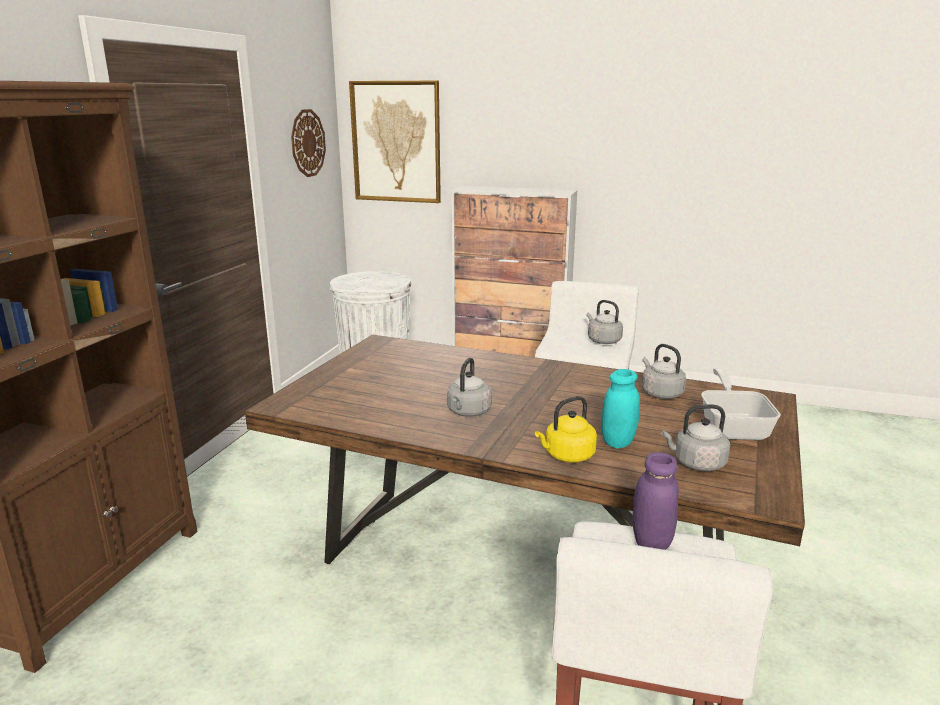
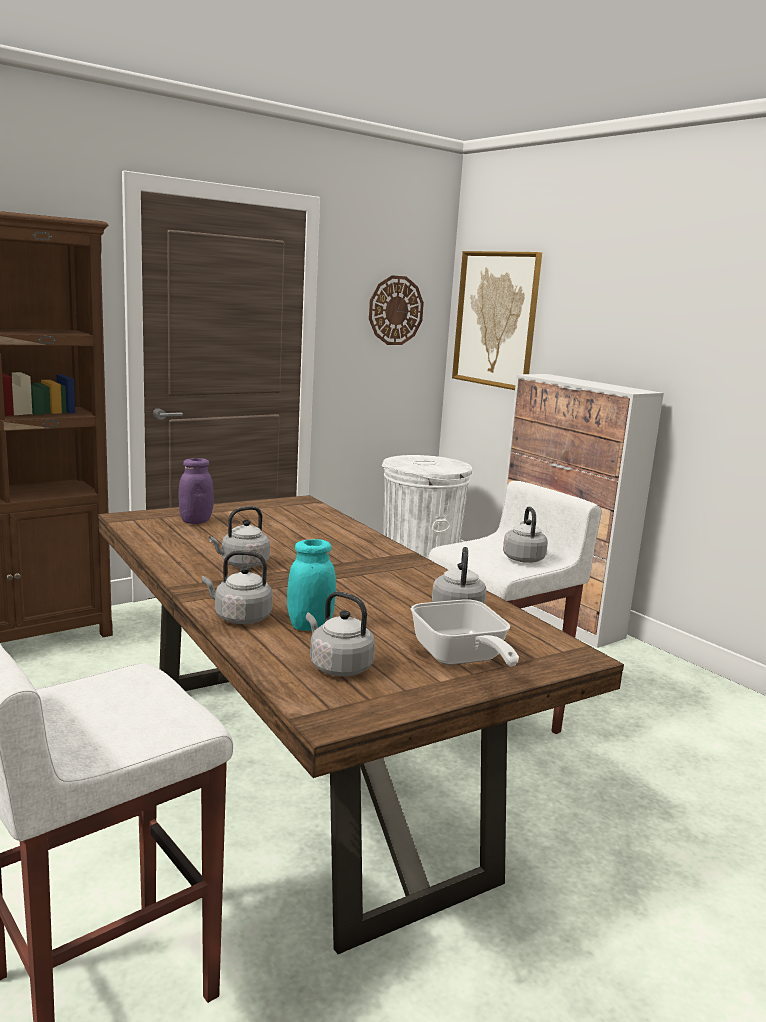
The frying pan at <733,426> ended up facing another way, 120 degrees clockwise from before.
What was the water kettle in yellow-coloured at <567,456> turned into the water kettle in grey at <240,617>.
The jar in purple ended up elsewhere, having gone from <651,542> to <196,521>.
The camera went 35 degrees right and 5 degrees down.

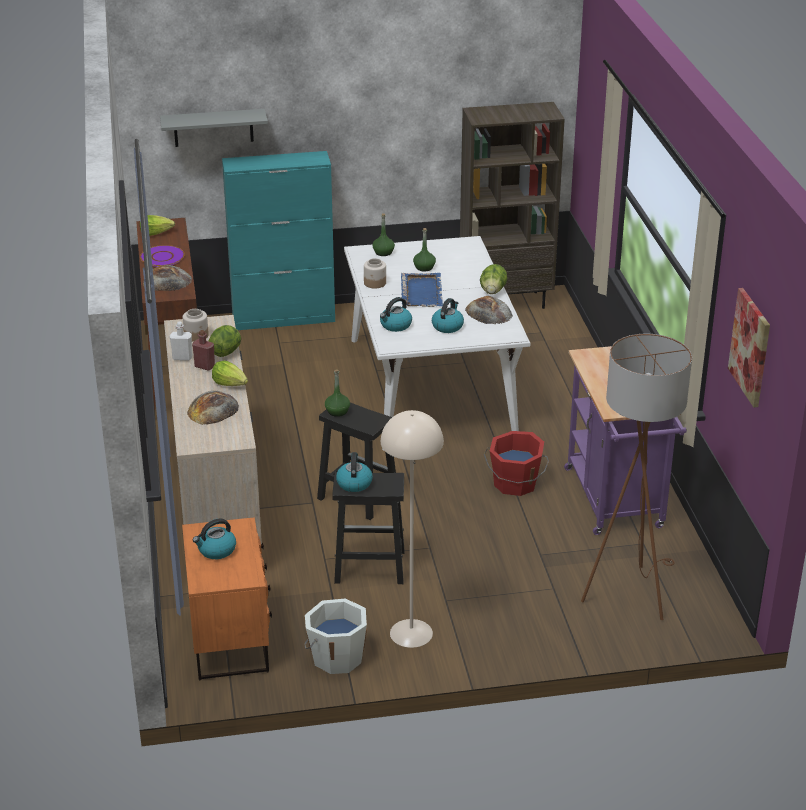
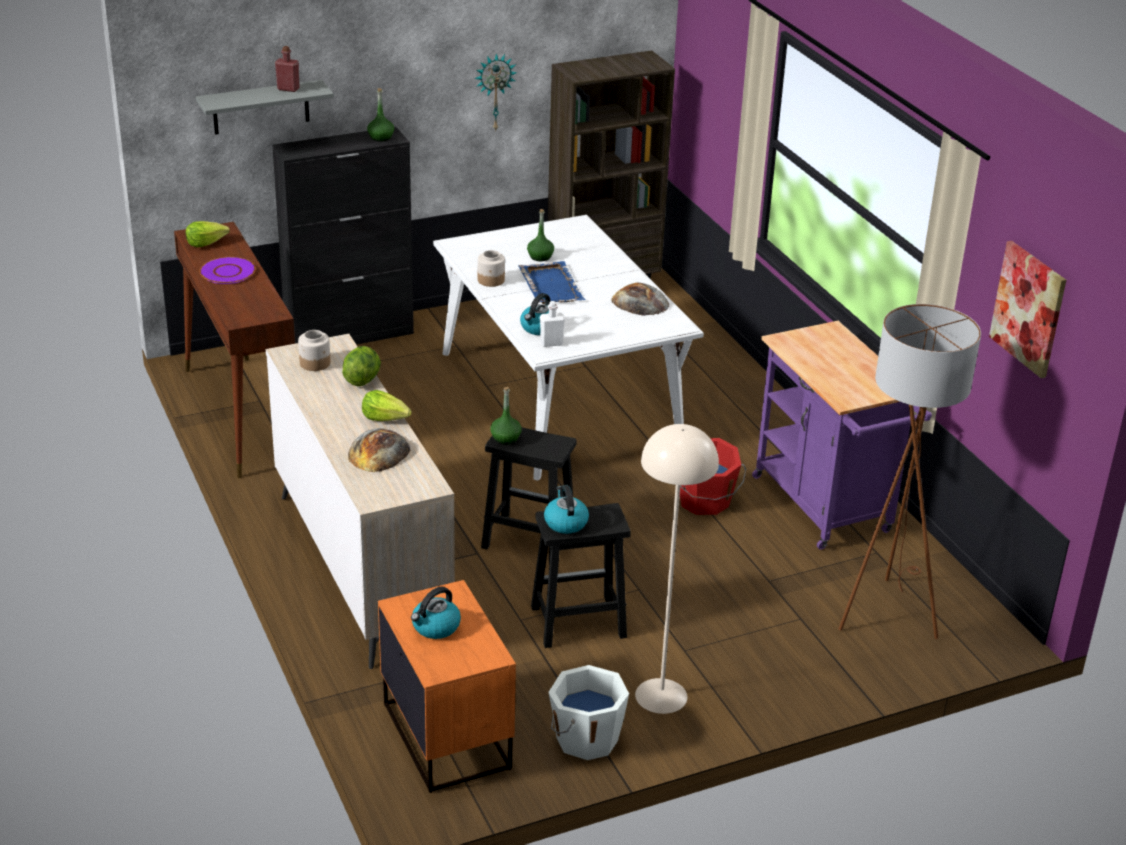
What was the cupboard in blue-green at <284,318> turned into the cupboard in blackish at <350,335>.
The drink bottle in green ended up elsewhere, having gone from <383,252> to <381,137>.
The second view lost the lettuce head at <493,291>.
The second view lost the baked bread at <167,281>.
The second view lost the water kettle at <447,326>.
The drink bottle in white ended up elsewhere, having gone from <182,357> to <551,343>.
The drink bottle in red ended up elsewhere, having gone from <204,366> to <288,89>.
The second view gained the hanging clock at <494,91>.
The camera went 15 degrees left and 0 degrees up.

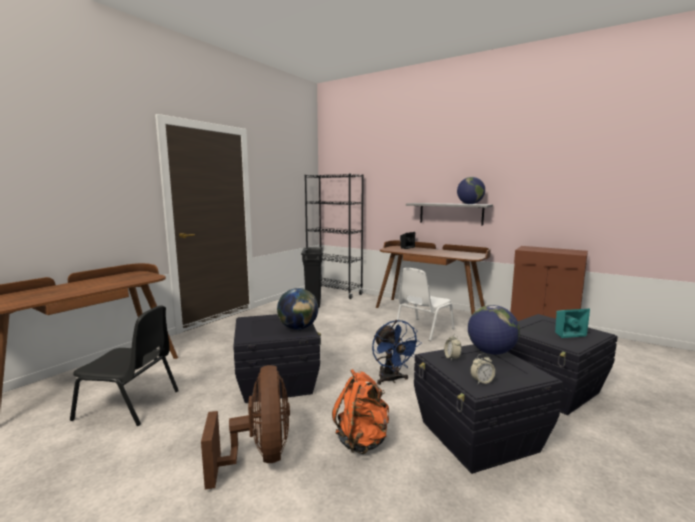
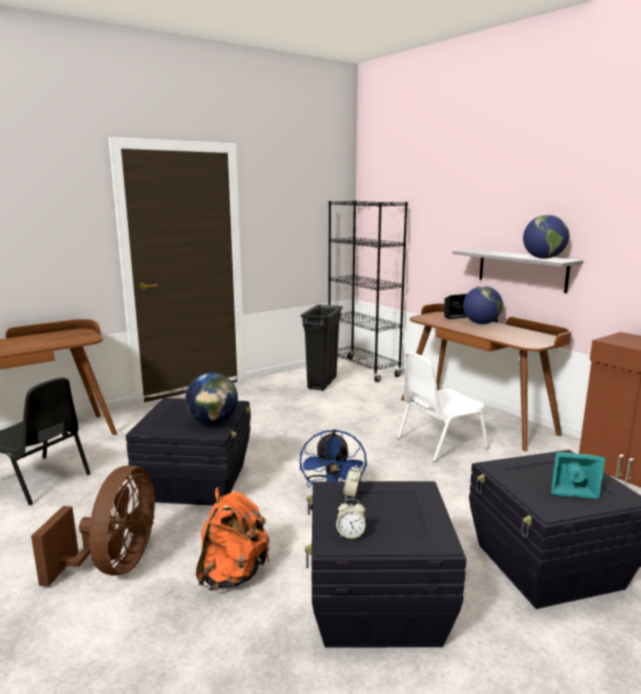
The desk globe ended up elsewhere, having gone from <491,352> to <481,323>.
The camera went 20 degrees right and 5 degrees up.

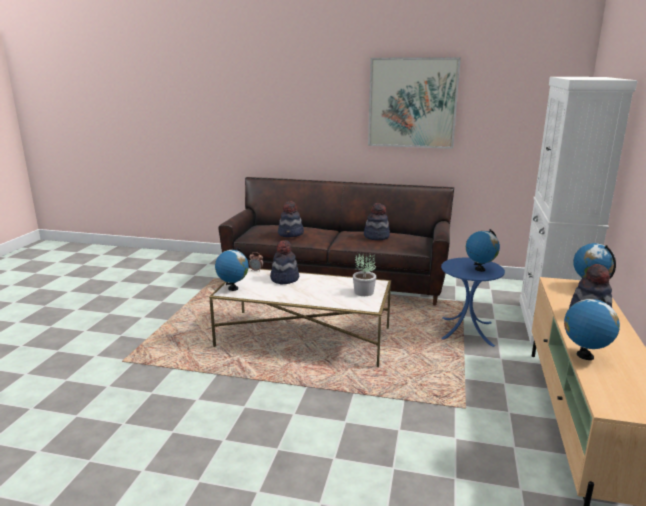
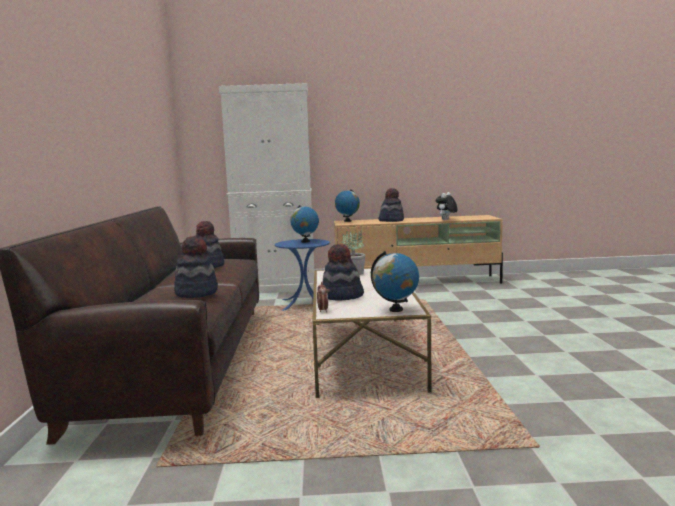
The second view lost the picture at <412,103>.
Where the desk globe stood at <584,356>, the cuddly toy came to stand at <446,220>.
The camera went 105 degrees left and 10 degrees down.

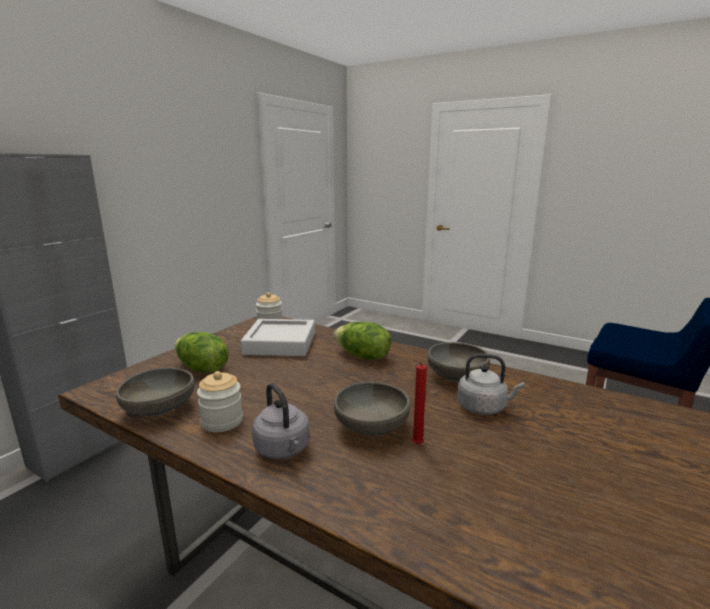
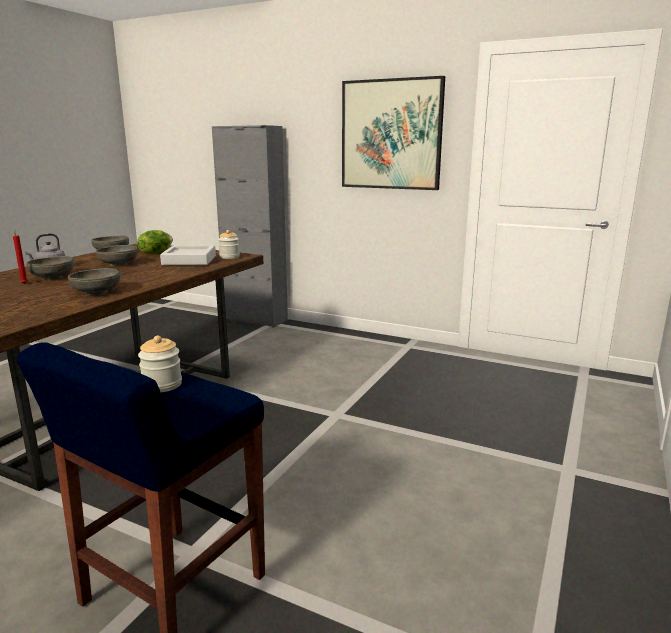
The second view lost the lettuce head at <362,356>.
The second view lost the water kettle in grey at <484,407>.
The jar ended up elsewhere, having gone from <222,421> to <162,385>.
The second view gained the picture at <391,135>.
The second view gained the serving bowl in grey at <118,264>.
The camera went 85 degrees right and 0 degrees up.

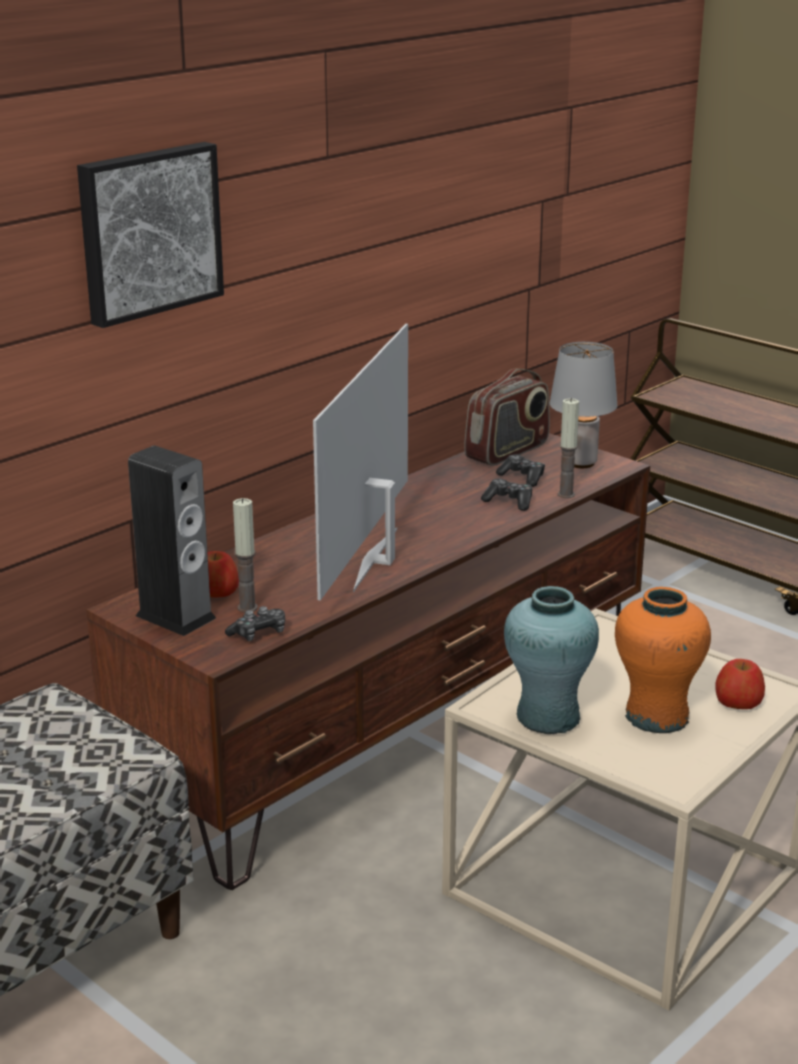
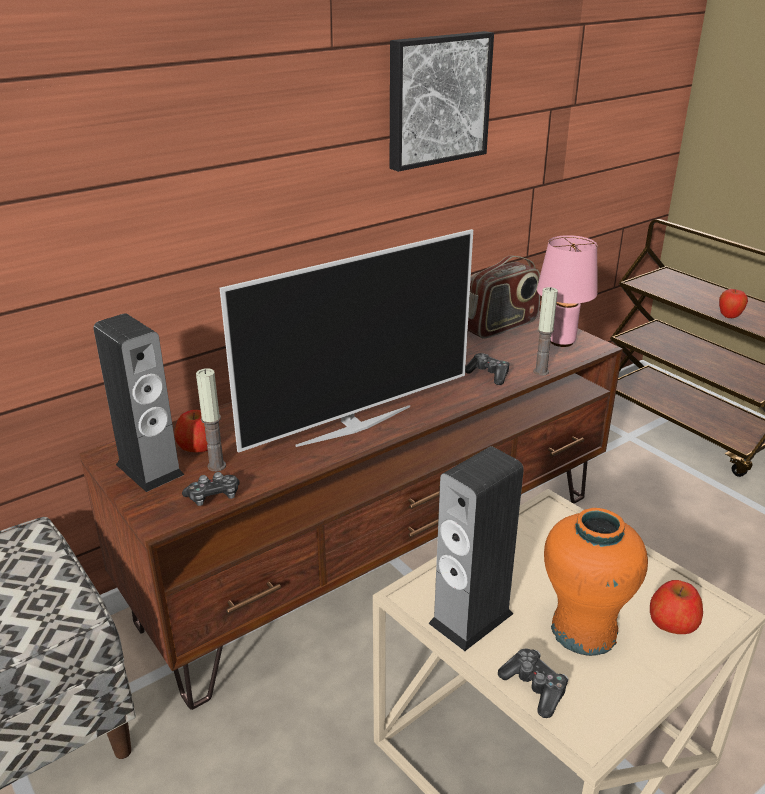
The picture ended up elsewhere, having gone from <148,231> to <436,99>.
The TV set at <378,560> ended up facing another way, 150 degrees counterclockwise from before.
What was the lamp for a table in grey at <581,463> turned into the lamp for a table in pink at <561,342>.
The joypad ended up elsewhere, having gone from <522,477> to <534,688>.
Where the vase in blue-green stood at <548,717>, the loudspeaker came to stand at <471,618>.
The second view gained the apple at <729,317>.
The camera went 10 degrees right and 5 degrees up.

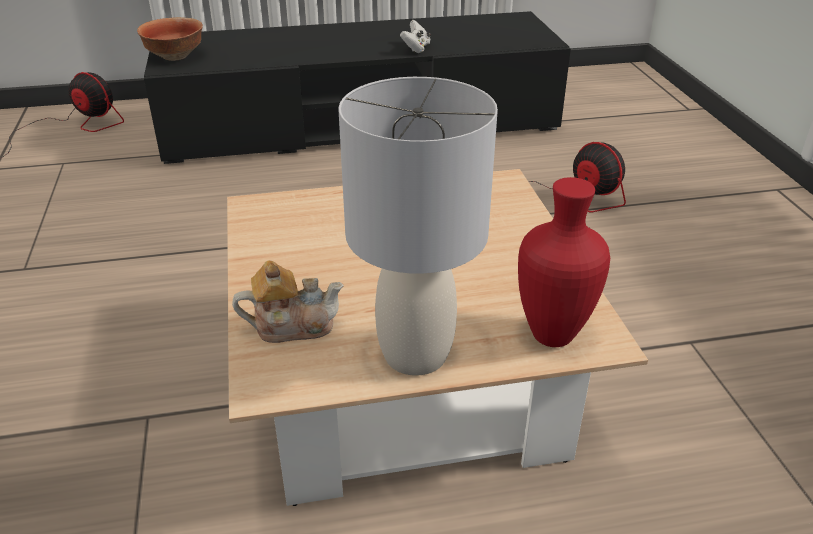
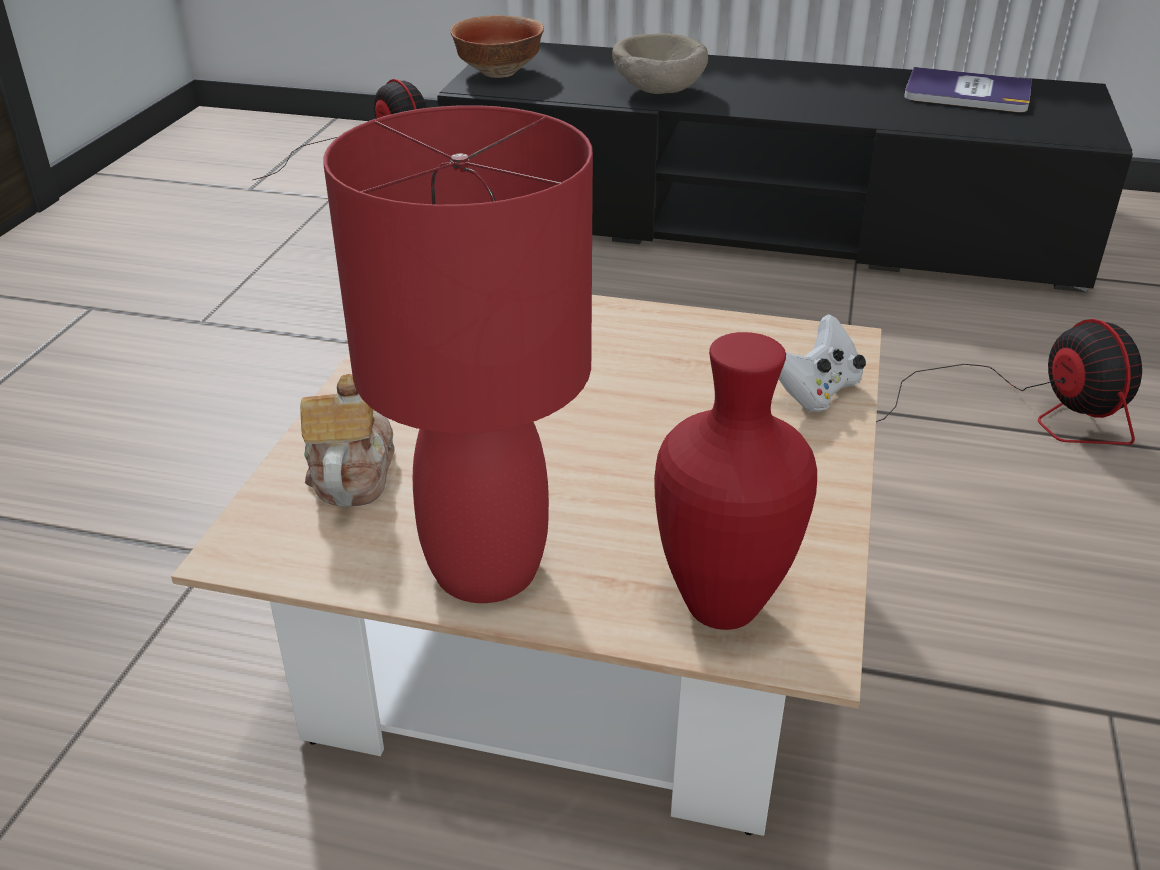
The joypad in white ended up elsewhere, having gone from <416,48> to <816,392>.
What was the lamp for a table in grey at <416,354> turned into the lamp for a table in red at <488,568>.
The tea pot at <292,325> ended up facing another way, 105 degrees counterclockwise from before.
The second view gained the serving bowl in beige-coloured at <657,92>.
The second view gained the book at <967,93>.
The camera went 25 degrees right and 0 degrees up.

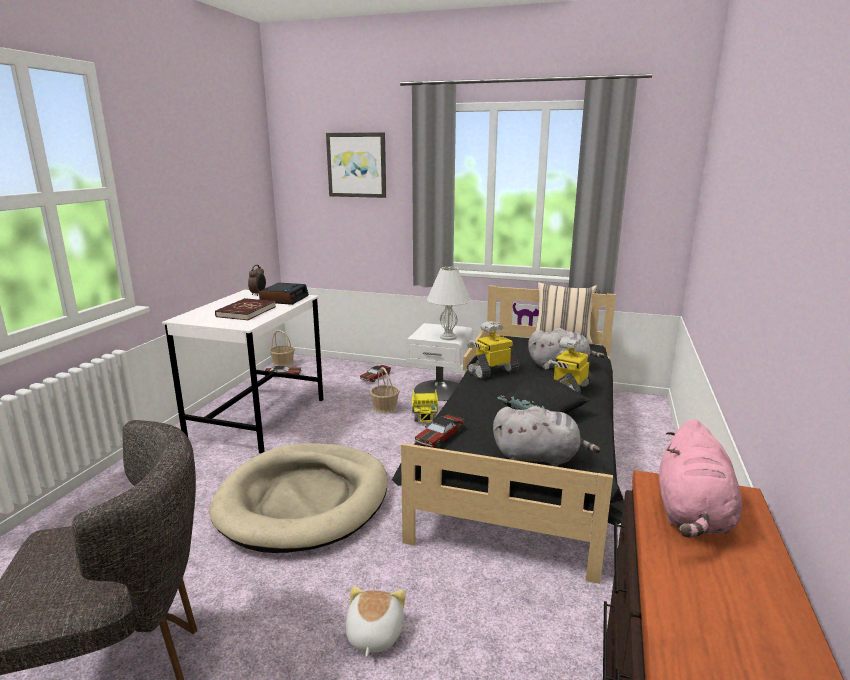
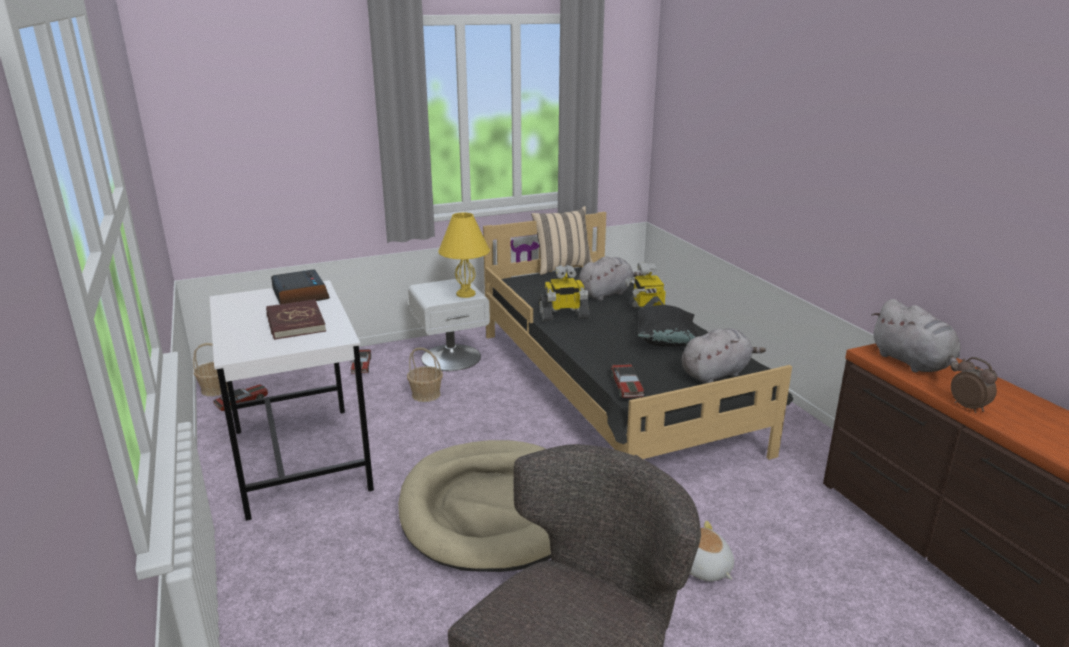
The second view lost the picture at <357,165>.
The bedside clock ended up elsewhere, having gone from <258,294> to <968,407>.
What was the lamp for a table in white at <448,337> turned into the lamp for a table in yellow-coloured at <465,294>.
The model robot at <492,371> ended up facing another way, 120 degrees counterclockwise from before.
The second view lost the toy lorry at <425,415>.
What was the cuddly toy in pink at <692,515> turned into the cuddly toy in grey at <913,363>.
The camera went 40 degrees left and 5 degrees up.

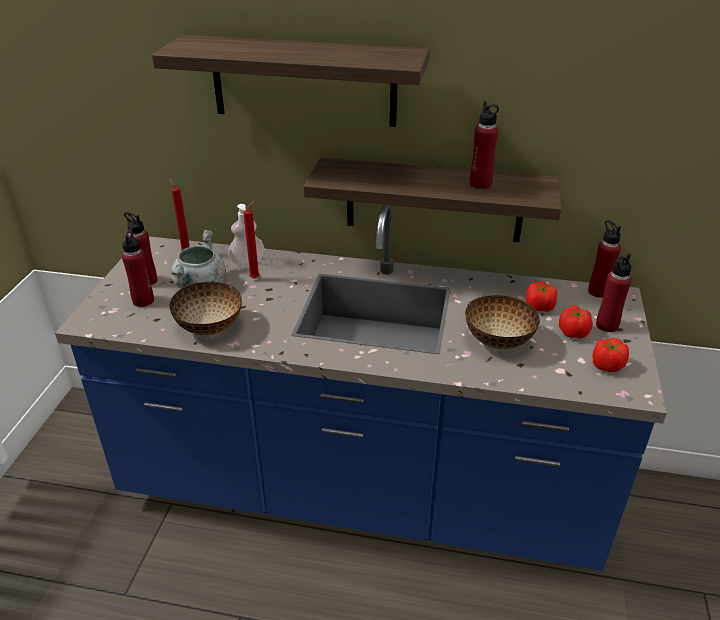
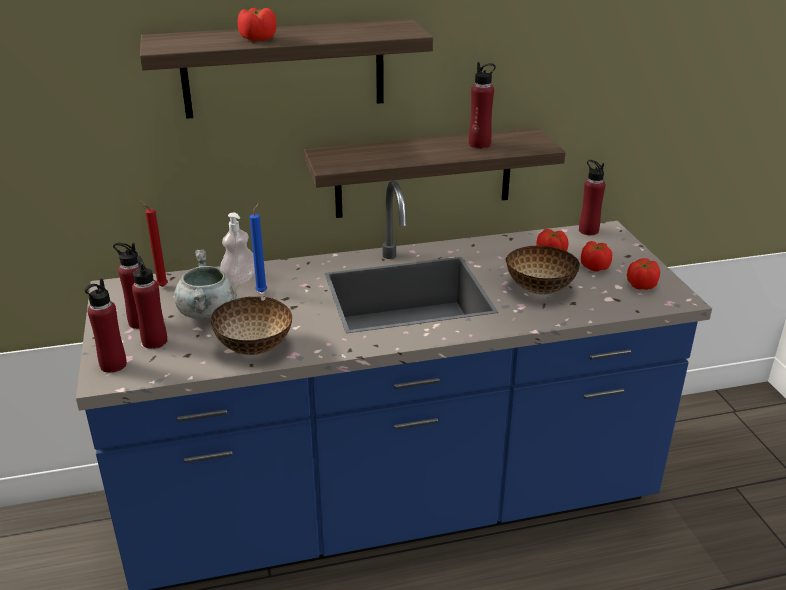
What was the candle in red at <256,278> turned into the candle in blue at <262,291>.
The drink bottle in red ended up elsewhere, having gone from <607,325> to <113,365>.
The second view gained the fresh tomato at <258,39>.
The camera went 25 degrees left and 5 degrees down.

